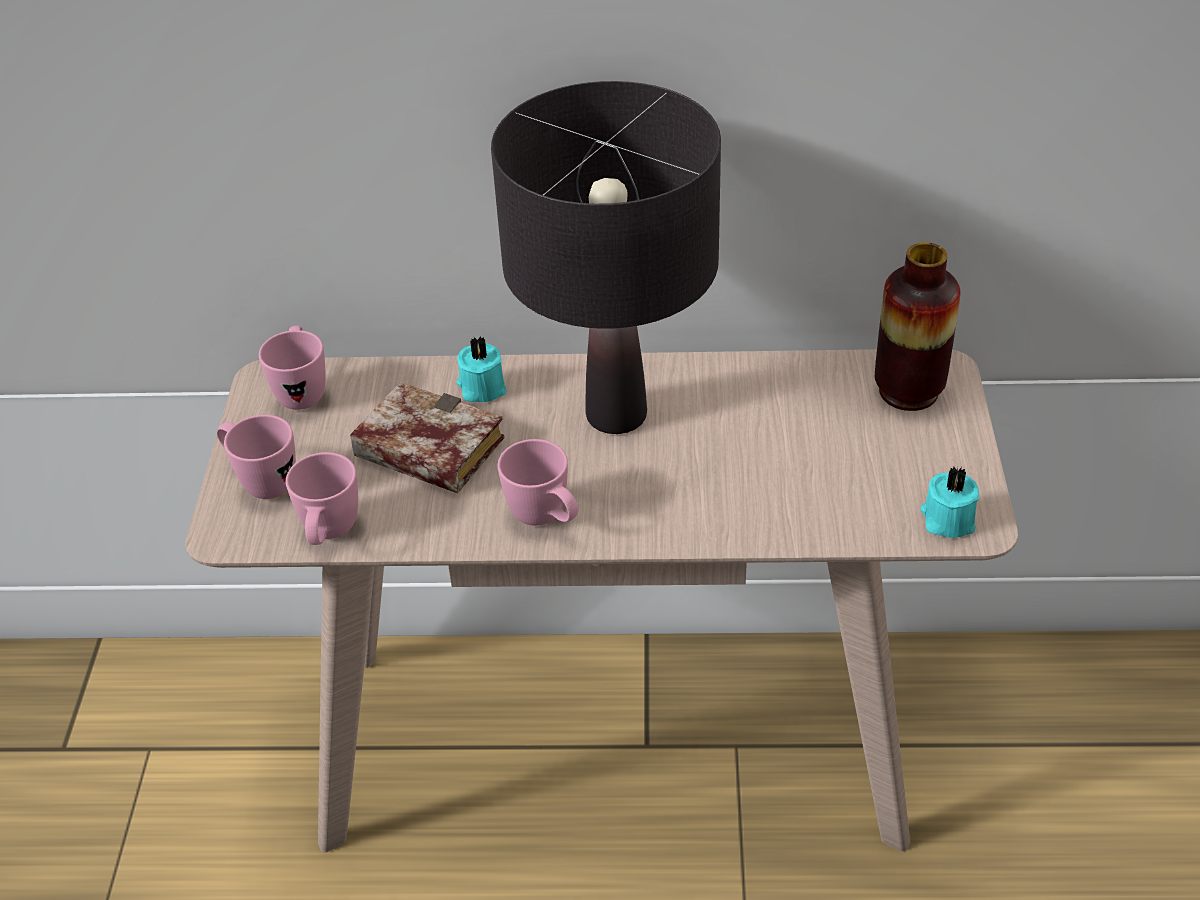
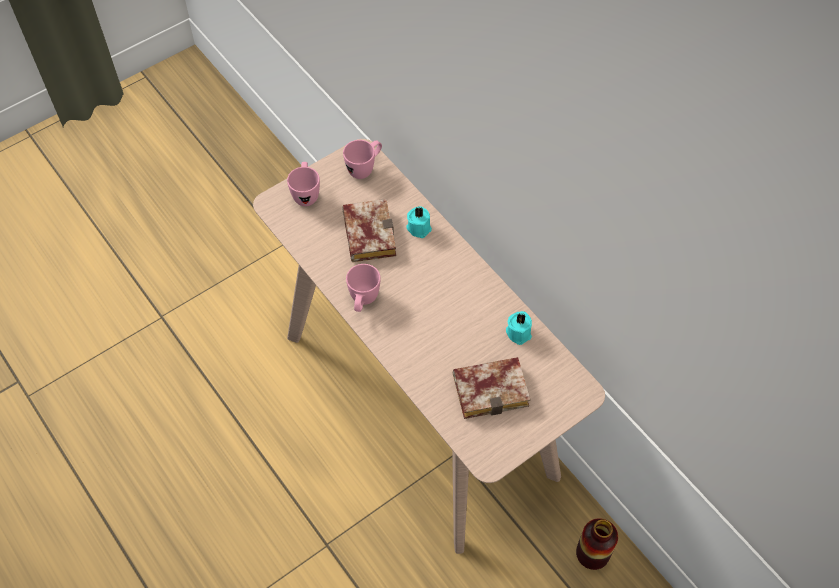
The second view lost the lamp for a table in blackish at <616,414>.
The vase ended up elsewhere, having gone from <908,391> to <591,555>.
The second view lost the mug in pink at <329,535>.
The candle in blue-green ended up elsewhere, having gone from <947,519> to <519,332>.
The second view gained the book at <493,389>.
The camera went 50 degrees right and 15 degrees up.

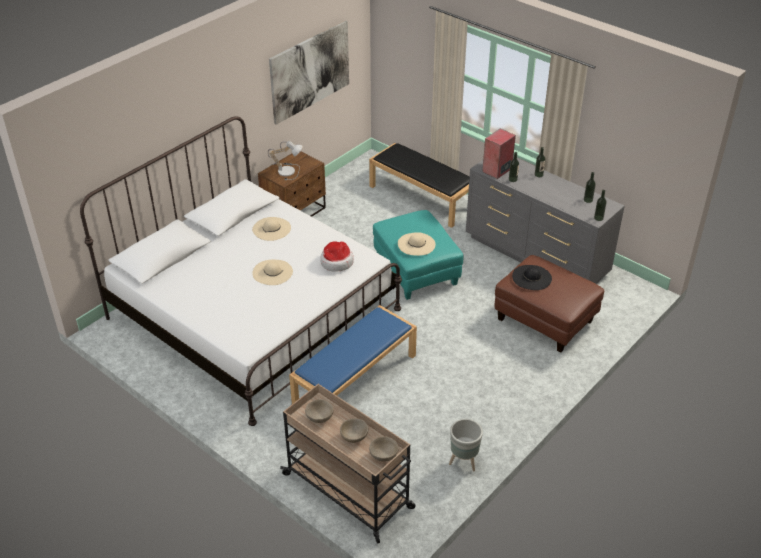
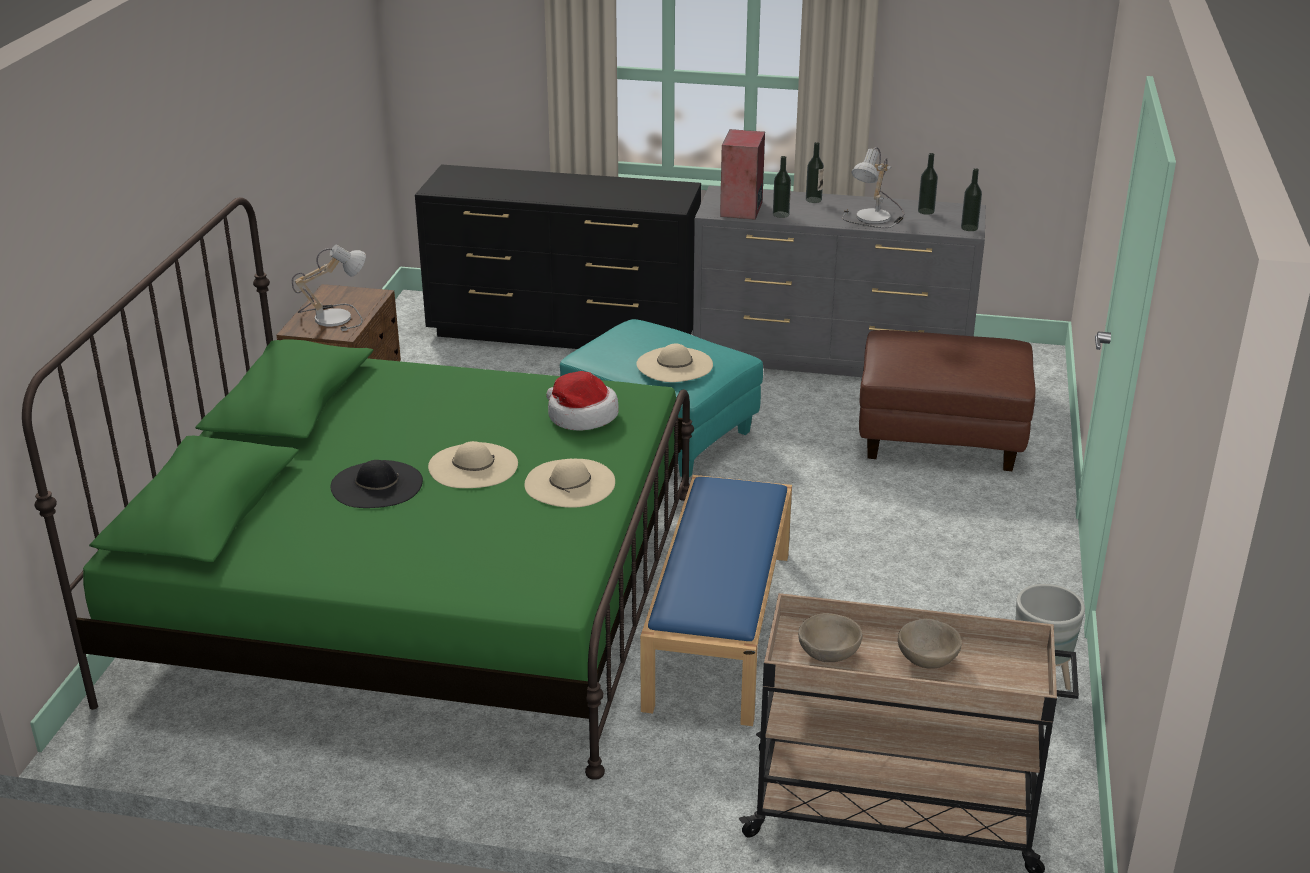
The second view lost the picture at <310,71>.
What was the sleeping bed in white at <253,314> turned into the sleeping bed in green at <417,592>.
Where the indoor bench in blackish stood at <422,197>, the drawer chest in blackish came to stand at <565,332>.
The hat in beige-coloured ended up elsewhere, having gone from <271,229> to <570,483>.
The hat in blackish ended up elsewhere, having gone from <531,277> to <376,485>.
The second view lost the serving bowl in beige-coloured at <384,455>.
The second view gained the lamp for a table at <875,218>.
The camera went 30 degrees left and 10 degrees down.

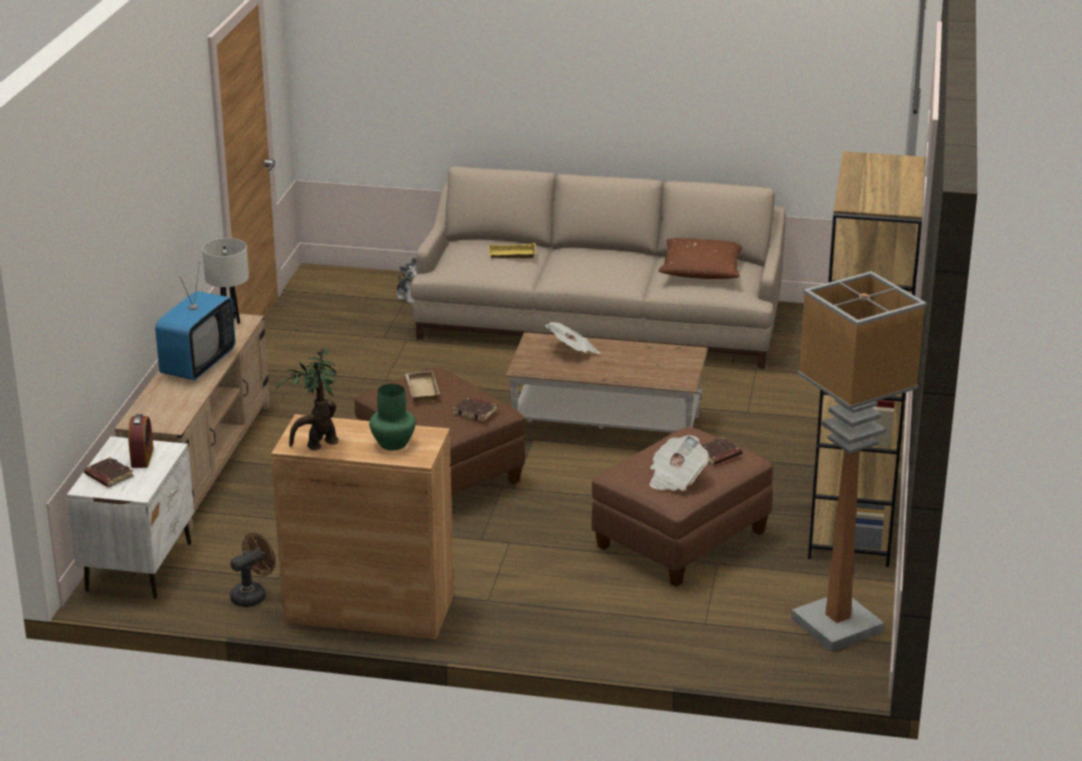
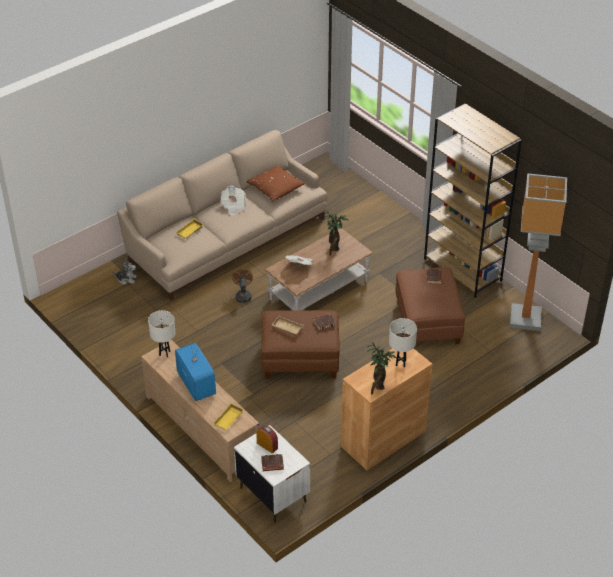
Where the vase in green stood at <393,443>, the lamp for a table in white came to stand at <400,363>.
The printed paper ended up elsewhere, having gone from <675,478> to <233,206>.
The cooling fan in brown ended up elsewhere, having gone from <253,595> to <243,295>.
The second view gained the potted plant at <334,248>.
The second view gained the carrying tray in yellow-coloured at <229,419>.
The camera went 50 degrees left and 15 degrees up.

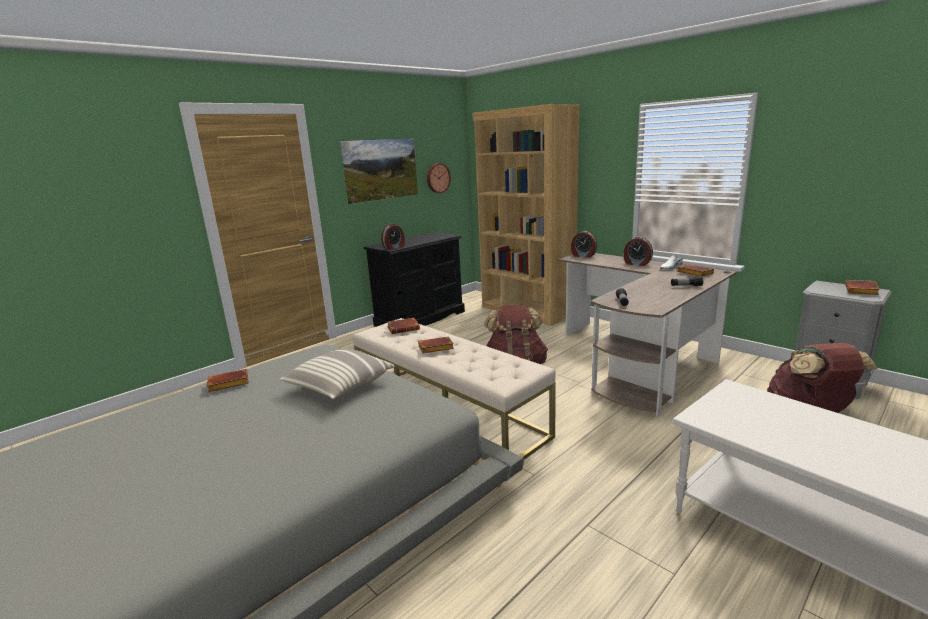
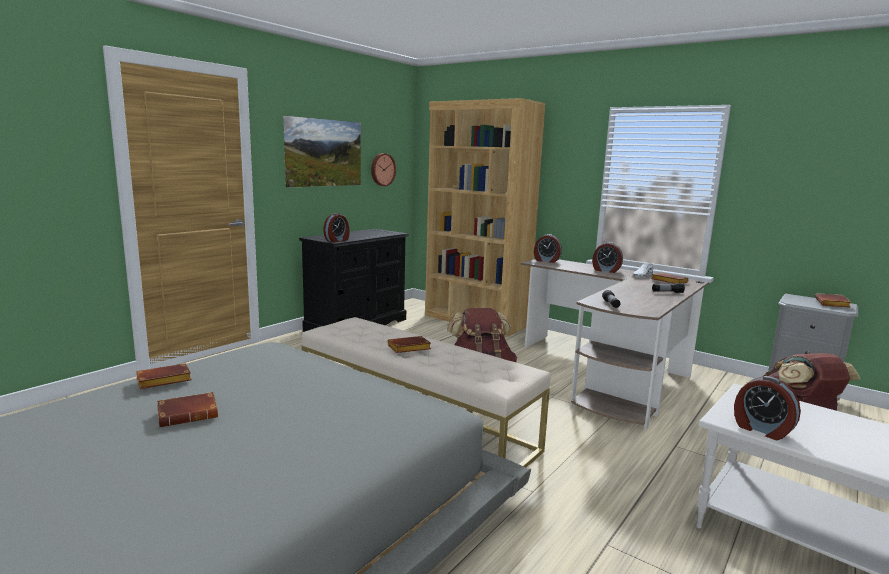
The book in brown ended up elsewhere, having gone from <404,328> to <189,414>.
The second view lost the throw pillow at <340,386>.
The second view gained the bedside clock at <761,430>.
The camera went 10 degrees left and 5 degrees down.

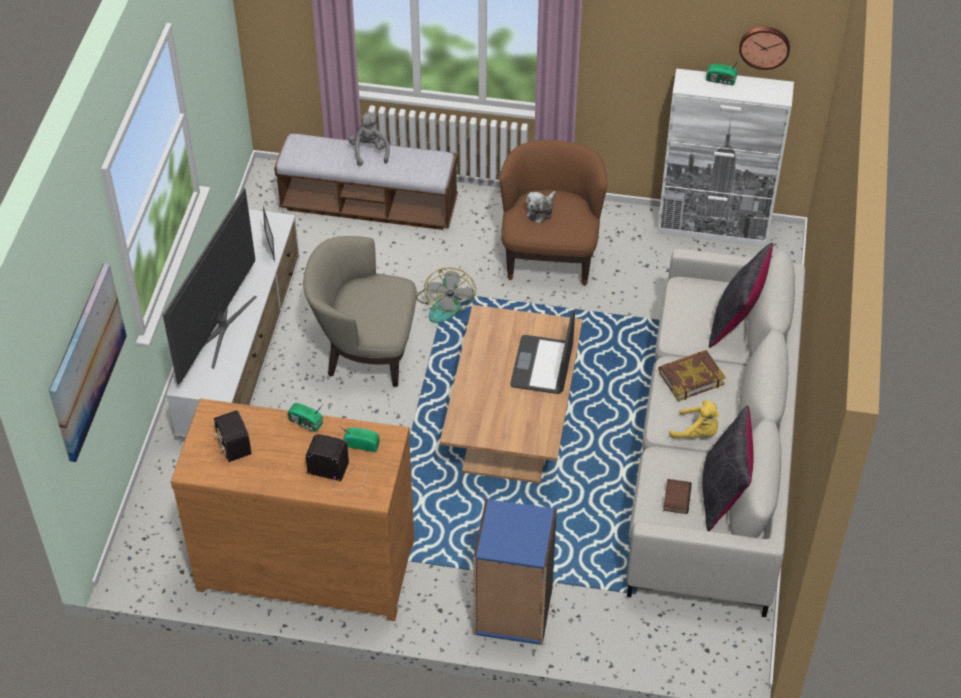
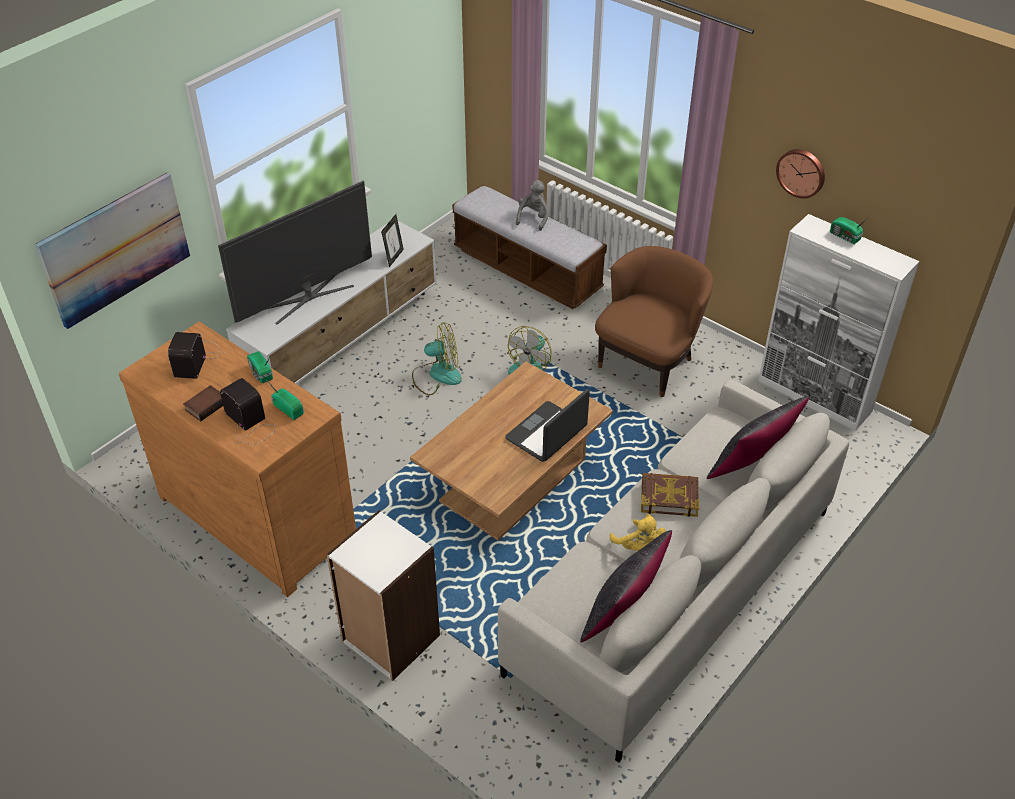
The hanging clock ended up elsewhere, having gone from <764,46> to <801,172>.
The second view lost the cuddly toy at <541,211>.
Where the easy chair in beige-coloured stood at <365,352>, the cooling fan came to stand at <437,375>.
The book ended up elsewhere, having gone from <675,498> to <206,405>.
What was the shelving unit in blue at <513,612> turned into the shelving unit in white at <390,639>.
The camera went 30 degrees right and 5 degrees down.

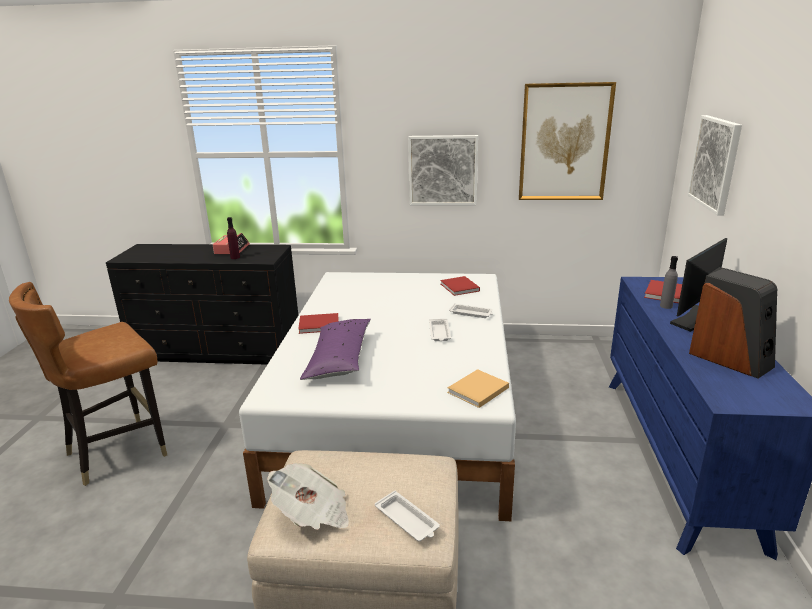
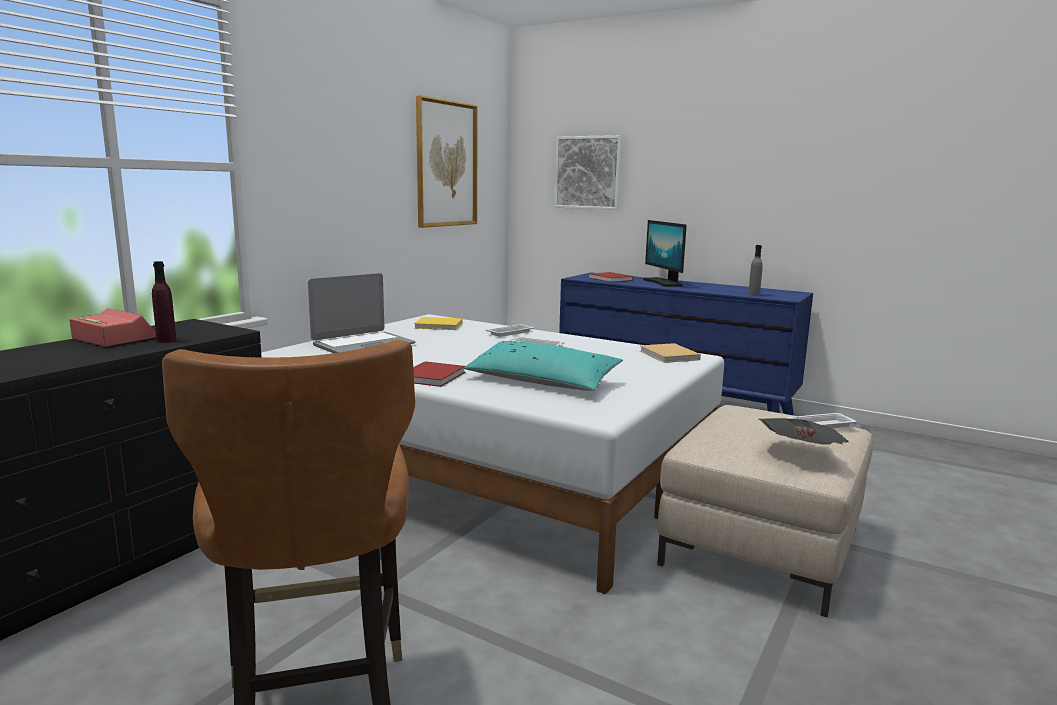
The second view lost the picture at <443,170>.
The drink bottle in grey ended up elsewhere, having gone from <666,306> to <753,295>.
The second view lost the loudspeaker at <730,359>.
What was the book in red at <460,288> turned into the book in yellow-coloured at <440,325>.
What was the throw pillow in purple at <339,358> turned into the throw pillow in blue-green at <542,381>.
The second view gained the laptop at <363,345>.
The camera went 65 degrees left and 10 degrees down.

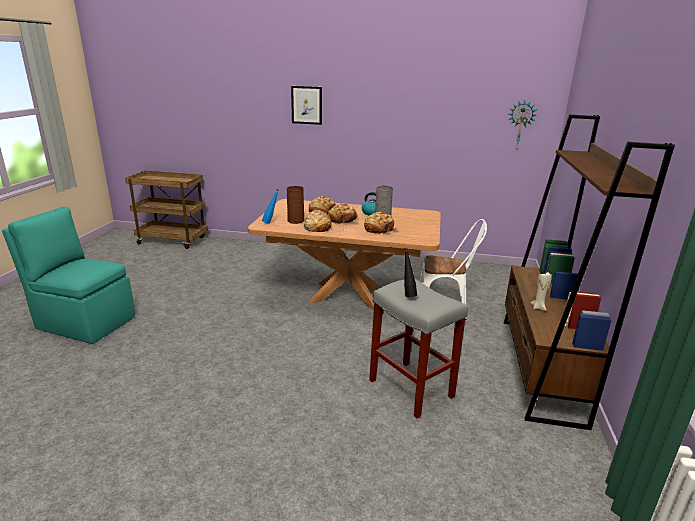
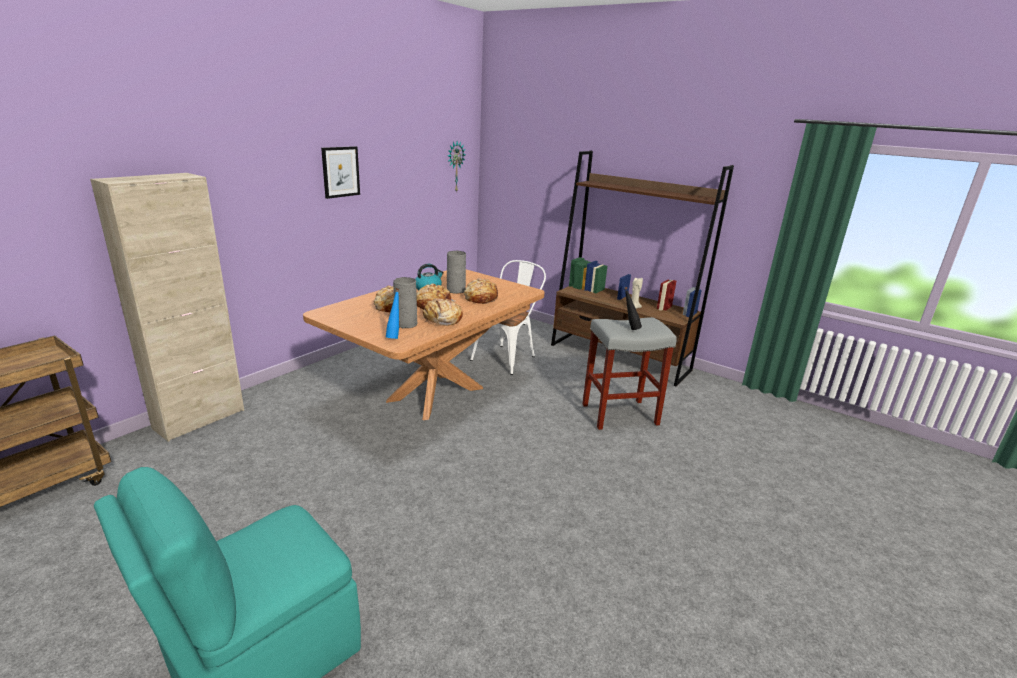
The picture ended up elsewhere, having gone from <306,105> to <340,172>.
What was the vase in brown at <296,221> turned into the vase in grey at <406,324>.
The second view gained the cupboard in beige-coloured at <199,419>.
The camera went 65 degrees left and 0 degrees up.

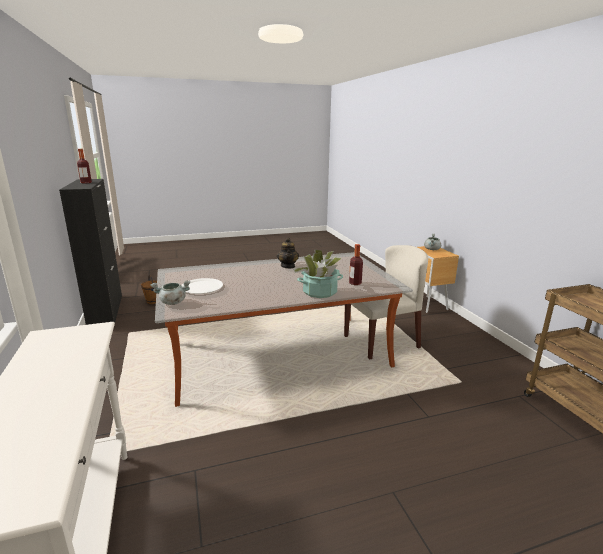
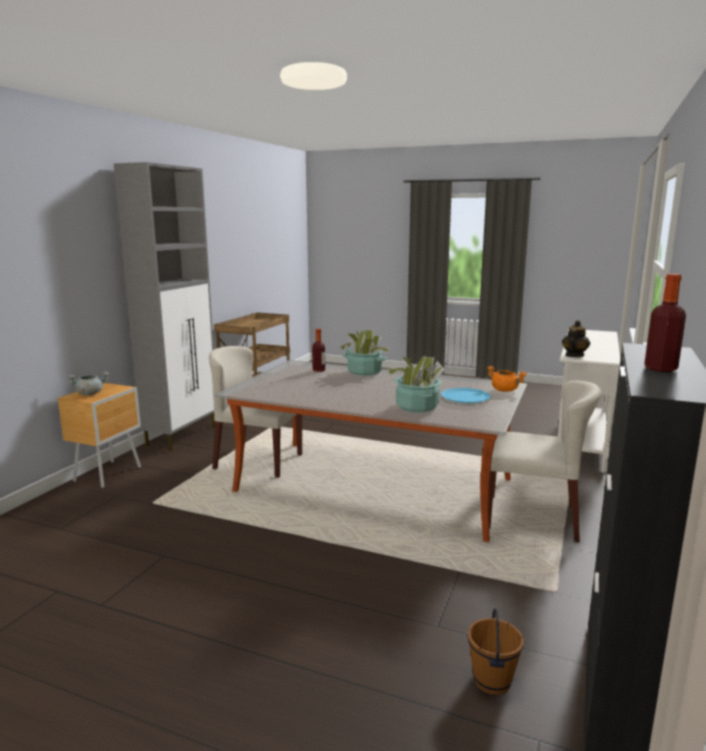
The tea pot ended up elsewhere, having gone from <288,266> to <574,355>.
What was the plate in white at <202,287> turned into the plate in blue at <465,397>.
What was the saucepot in grey at <172,302> turned into the saucepot in orange-coloured at <505,390>.
The second view gained the cupboard in grey at <182,435>.
The second view gained the potted plant at <417,406>.
The second view gained the plain chair in beige-coloured at <532,517>.
The camera went 140 degrees left and 5 degrees down.

